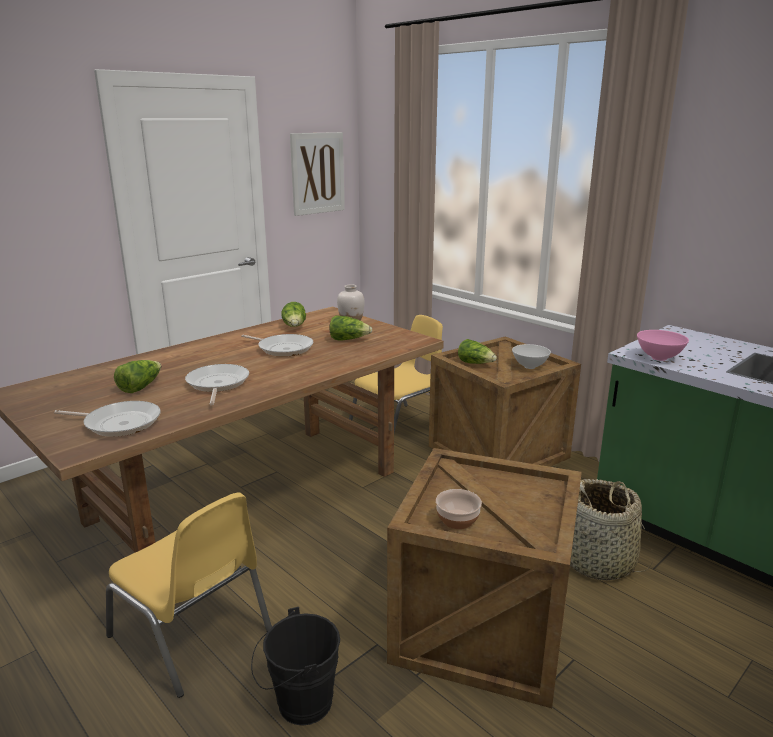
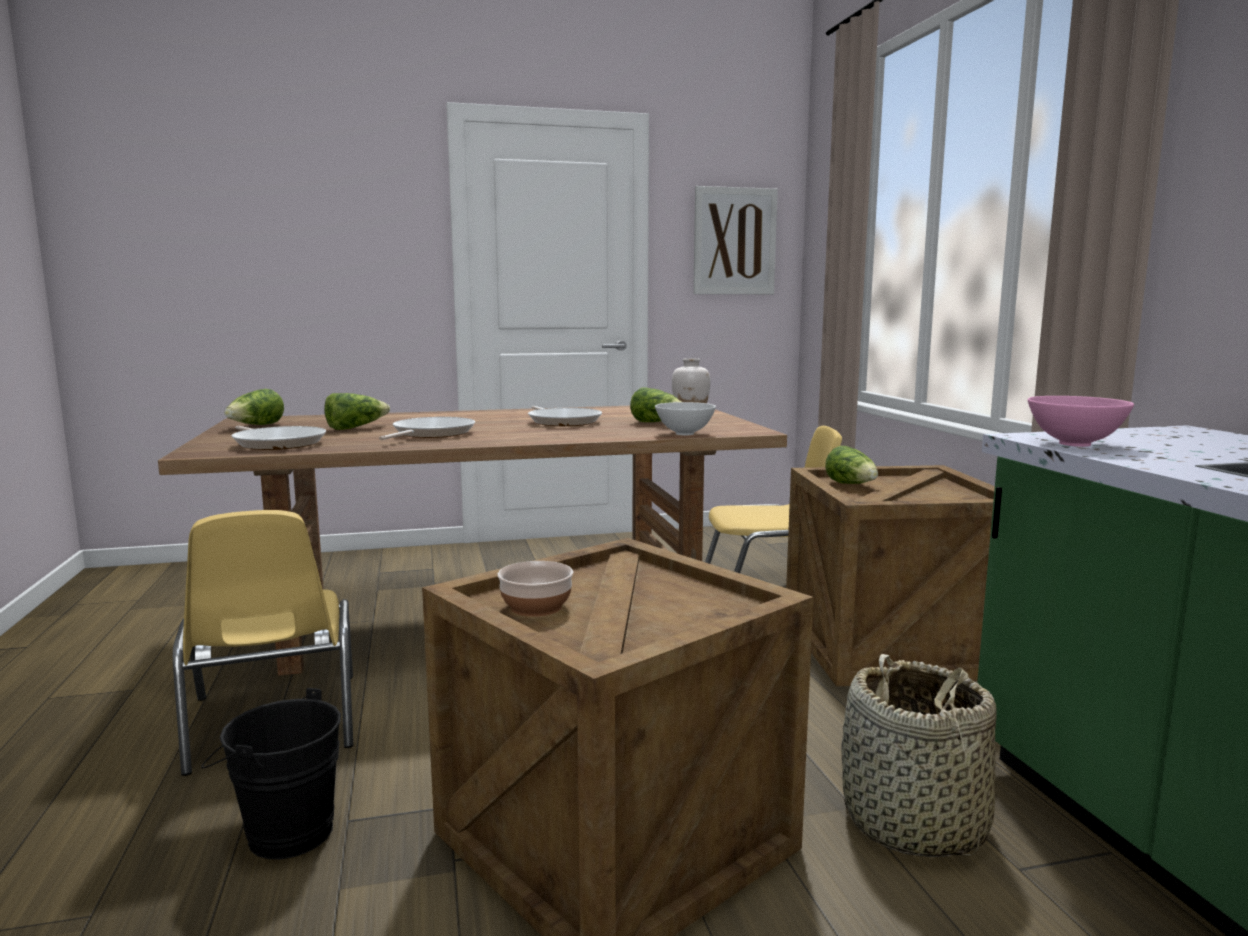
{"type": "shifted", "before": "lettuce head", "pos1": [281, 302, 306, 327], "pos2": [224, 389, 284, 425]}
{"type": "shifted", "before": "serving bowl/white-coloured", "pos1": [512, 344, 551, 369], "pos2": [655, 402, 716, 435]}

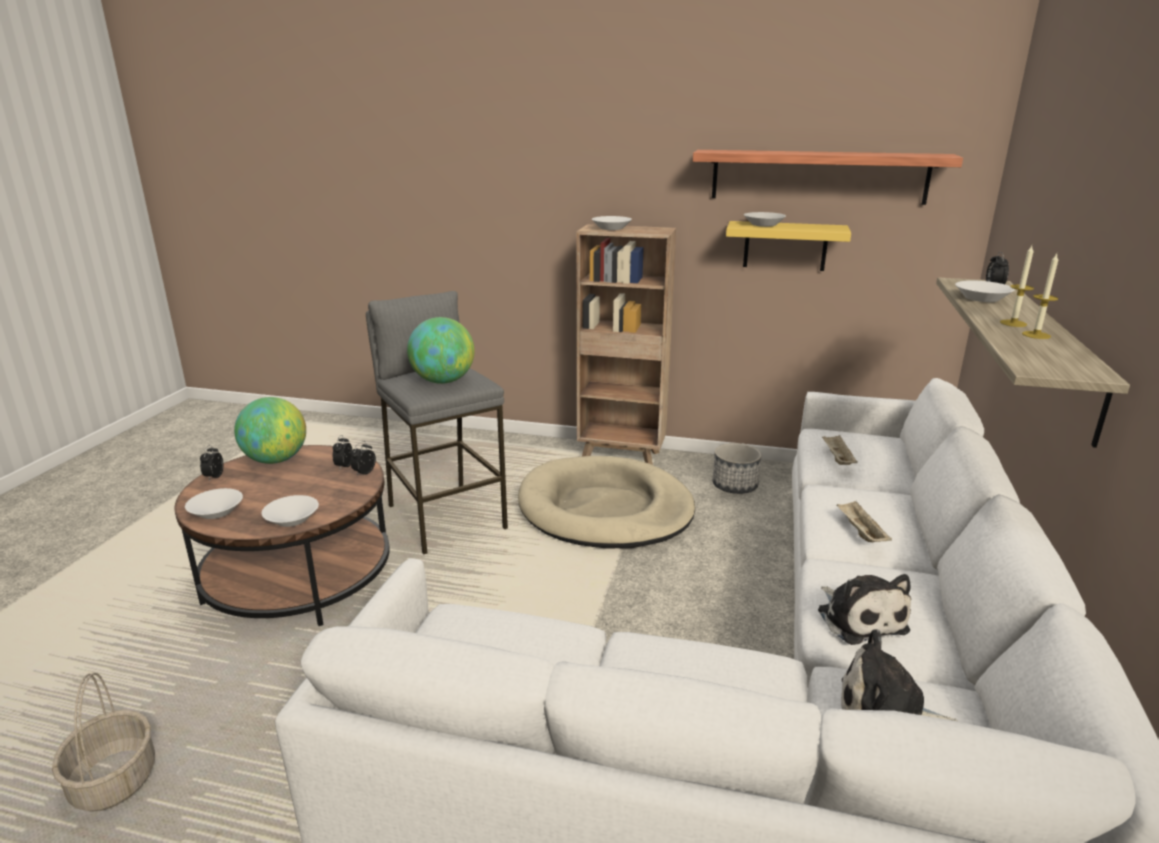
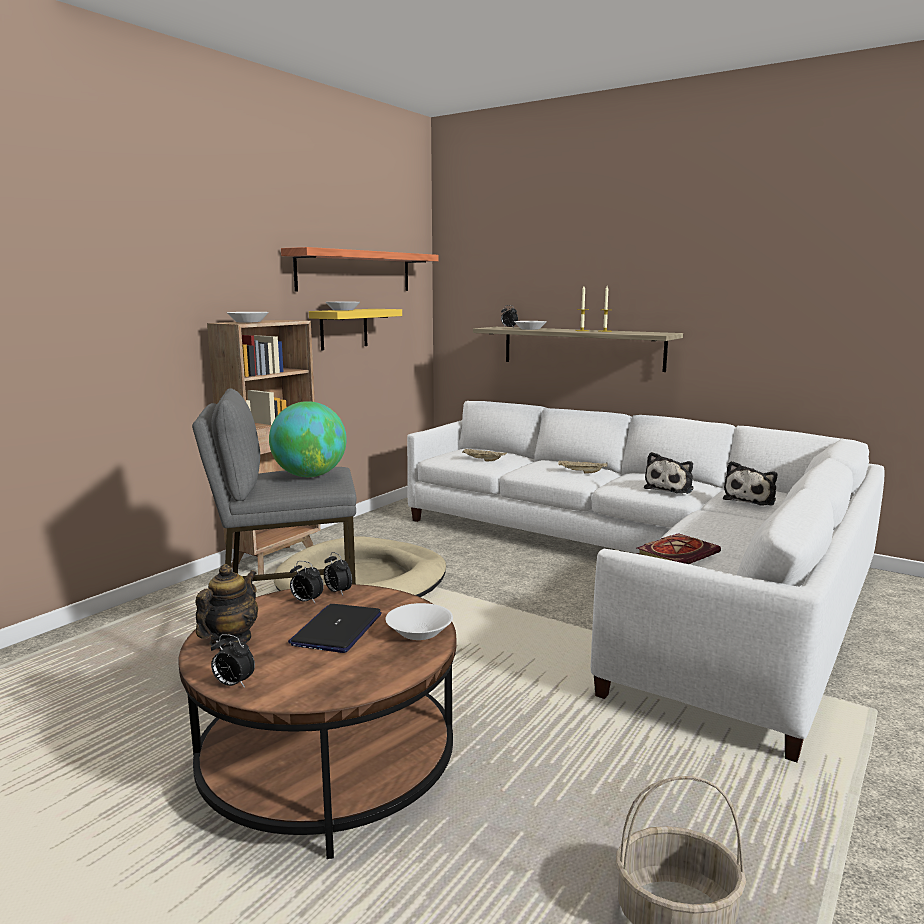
{"type": "gone", "before": "serving bowl/white-coloured", "pos1": [185, 488, 243, 519]}
{"type": "swapped", "before": "globe", "after": "teapot", "pos1": [234, 397, 306, 464], "pos2": [195, 564, 258, 648]}
{"type": "gone", "before": "flower pot", "pos1": [713, 443, 762, 494]}
{"type": "rotated", "before": "plush toy", "pos1": [818, 574, 911, 645], "pos2": [644, 452, 694, 494], "turn": 120}
{"type": "new", "after": "portable computer", "pos2": [288, 604, 382, 653]}
{"type": "new", "after": "volume", "pos2": [637, 533, 721, 564]}

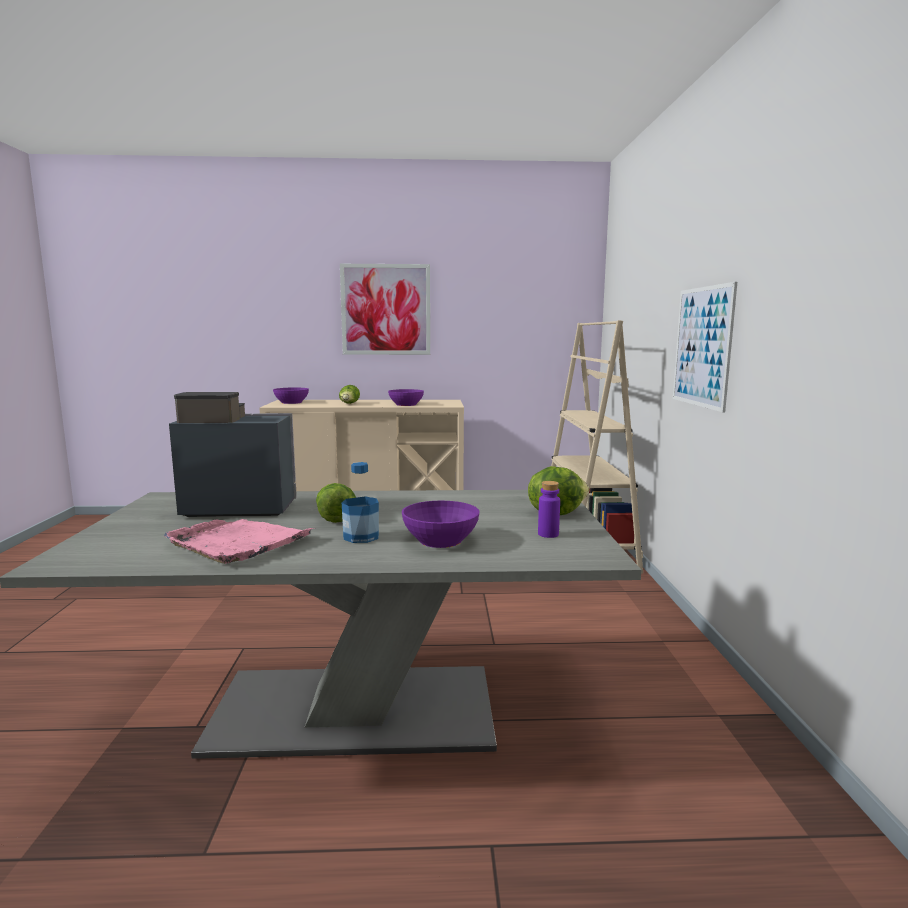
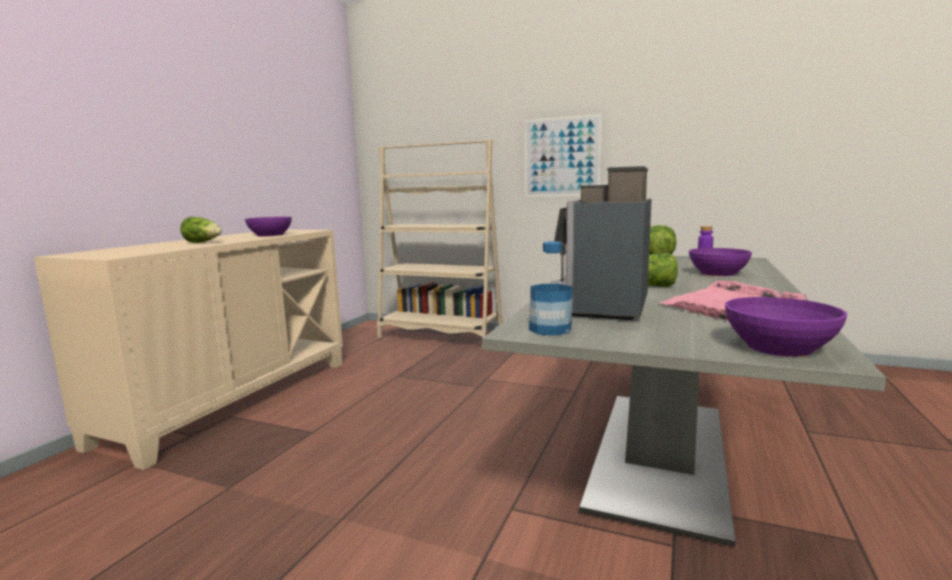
{"type": "shifted", "before": "serving bowl/purplish", "pos1": [273, 388, 309, 404], "pos2": [725, 297, 847, 357]}
{"type": "gone", "before": "picture", "pos1": [340, 264, 430, 355]}
{"type": "shifted", "before": "bottle", "pos1": [342, 462, 379, 543], "pos2": [529, 241, 573, 336]}

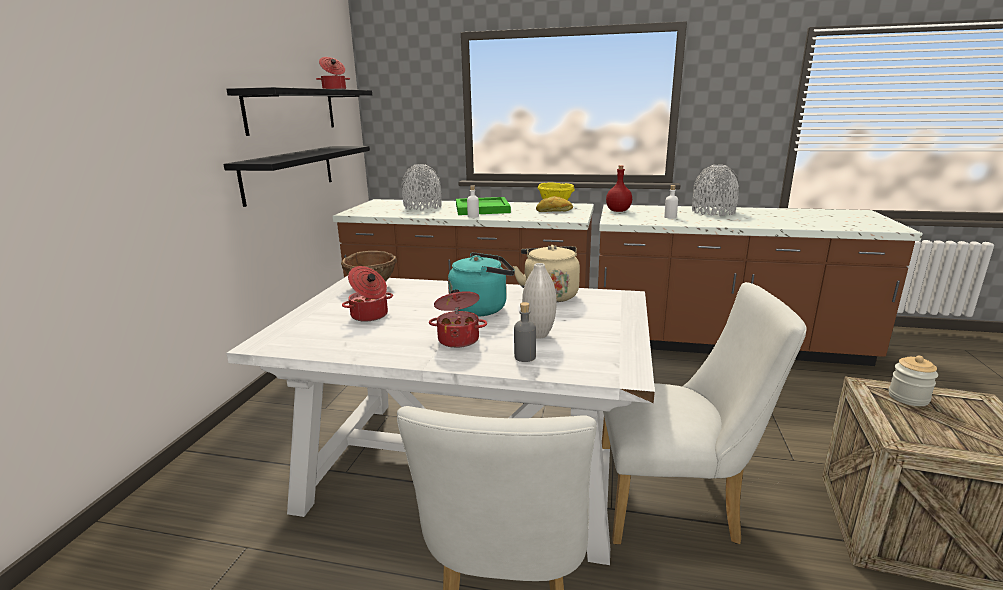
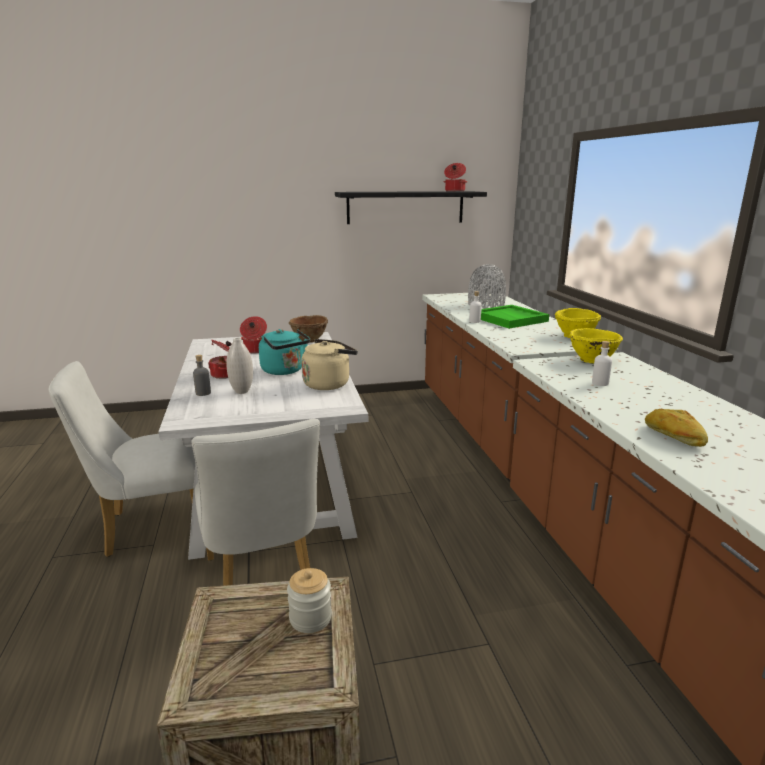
{"type": "gone", "before": "bracket shelf/black", "pos1": [224, 146, 370, 207]}
{"type": "shifted", "before": "bread", "pos1": [536, 196, 573, 212], "pos2": [645, 408, 708, 447]}
{"type": "swapped", "before": "bottle/red-coloured", "after": "serving bowl/yellowish", "pos1": [606, 165, 632, 212], "pos2": [569, 328, 623, 363]}
{"type": "gone", "before": "vase/greyish", "pos1": [692, 165, 740, 216]}

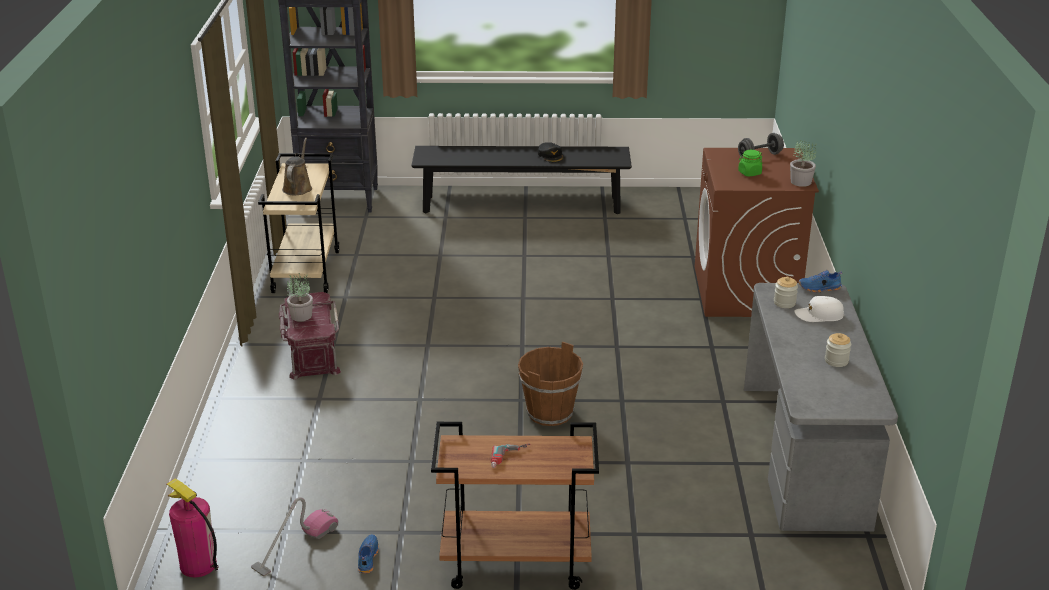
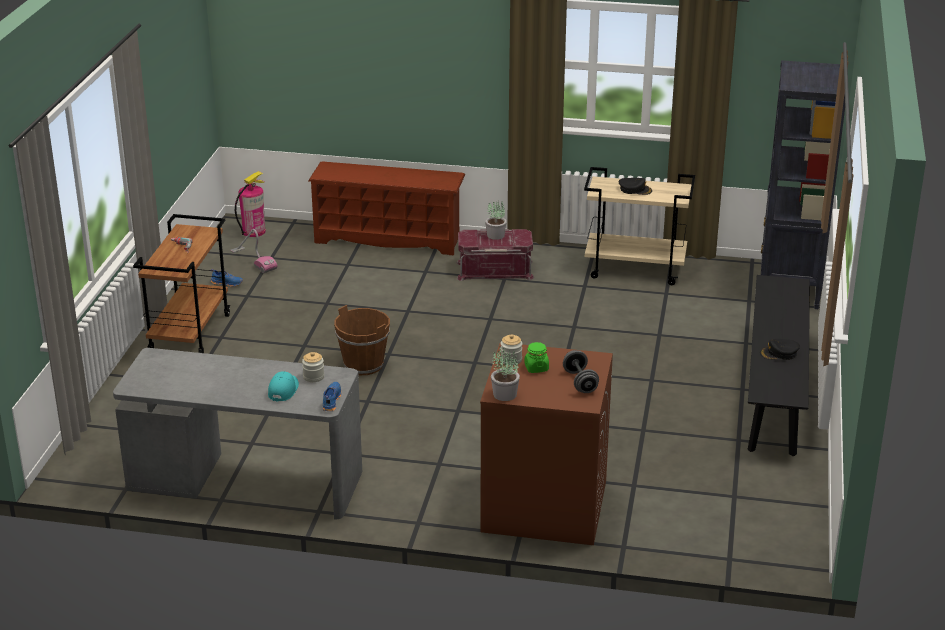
{"type": "swapped", "before": "watering can/brown", "after": "peaked cap/black", "pos1": [282, 138, 312, 195], "pos2": [619, 178, 652, 195]}
{"type": "repainted", "before": "peaked cap/white-coloured", "after": "peaked cap/turquoise-coloured", "pos1": [794, 296, 844, 322], "pos2": [268, 372, 299, 402]}
{"type": "shifted", "before": "preserve jar", "pos1": [825, 333, 851, 367], "pos2": [501, 334, 522, 365]}
{"type": "new", "after": "shoe rack/brown", "pos2": [308, 161, 465, 256]}

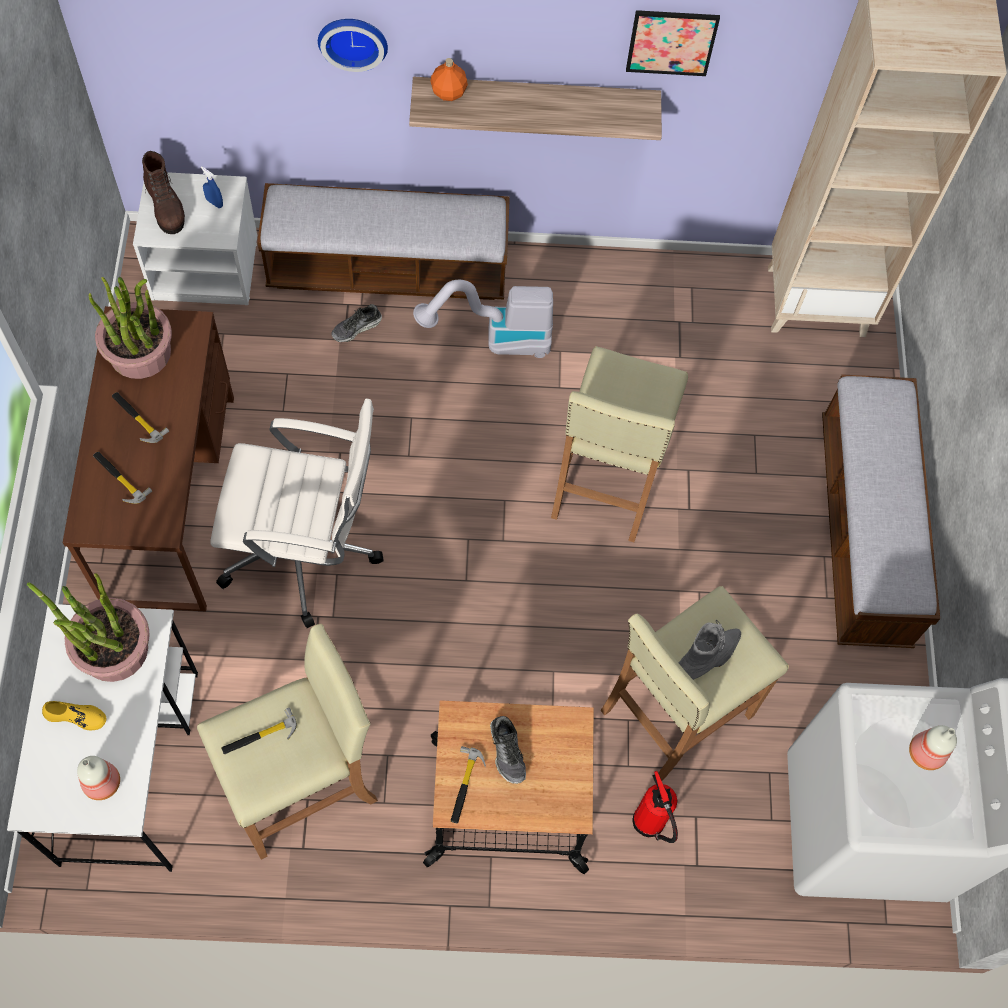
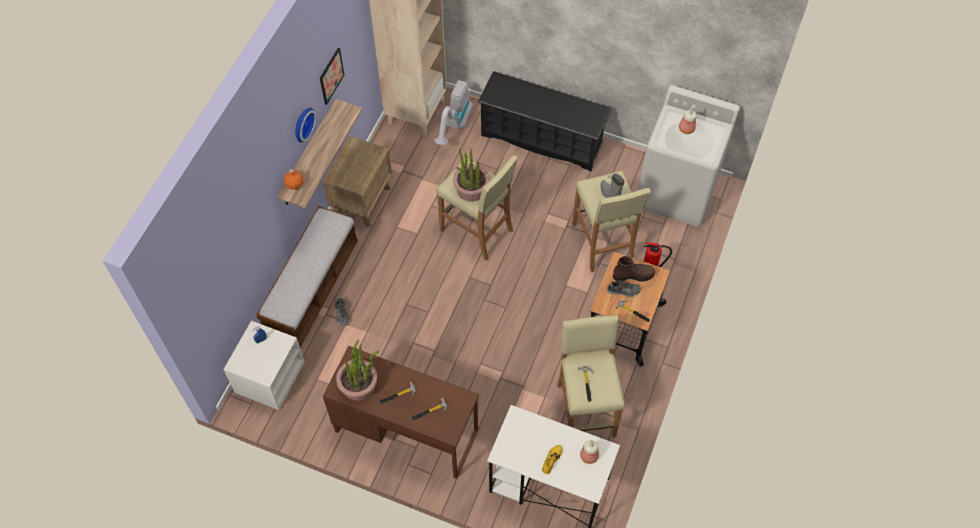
{"type": "shifted", "before": "potted plant", "pos1": [27, 573, 149, 682], "pos2": [453, 147, 490, 202]}
{"type": "shifted", "before": "high-top boot/brown", "pos1": [142, 151, 185, 234], "pos2": [613, 256, 655, 282]}
{"type": "gone", "before": "desk chair/white-coloured", "pos1": [210, 399, 384, 628]}
{"type": "shifted", "before": "clock on the wall", "pos1": [318, 19, 388, 72], "pos2": [295, 108, 316, 143]}
{"type": "shifted", "before": "vacuum cleaner", "pos1": [413, 280, 553, 358], "pos2": [434, 80, 473, 145]}
{"type": "swapped", "before": "bench", "after": "shoe rack/black", "pos1": [822, 374, 940, 648], "pos2": [478, 71, 612, 171]}
{"type": "new", "after": "bedside table/brown", "pos2": [323, 136, 392, 228]}

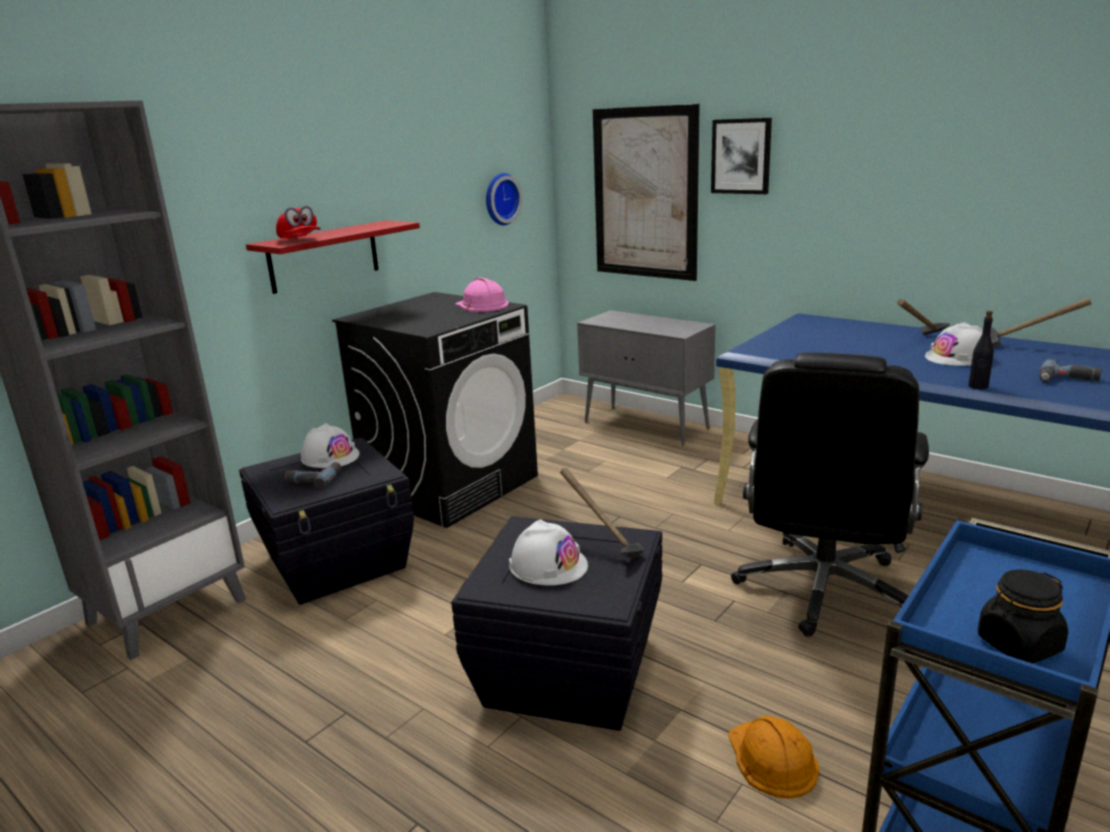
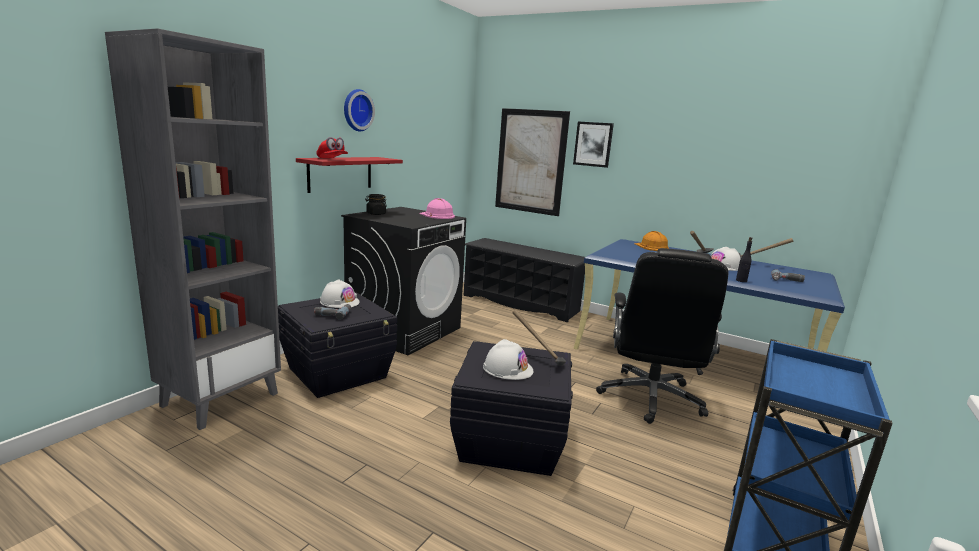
{"type": "shifted", "before": "clock on the wall", "pos1": [486, 173, 522, 225], "pos2": [344, 89, 375, 131]}
{"type": "swapped", "before": "cupboard/greyish", "after": "shoe rack/black", "pos1": [577, 310, 716, 446], "pos2": [464, 238, 585, 322]}
{"type": "shifted", "before": "hard hat/orange-coloured", "pos1": [728, 716, 819, 799], "pos2": [635, 231, 669, 251]}
{"type": "shifted", "before": "preserve jar/black", "pos1": [978, 569, 1068, 664], "pos2": [365, 194, 387, 215]}

